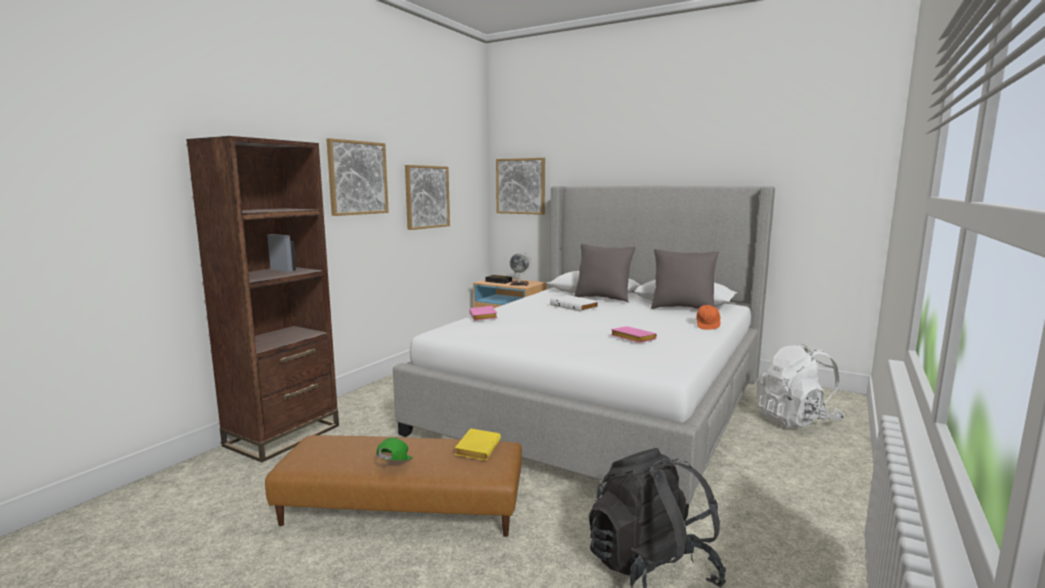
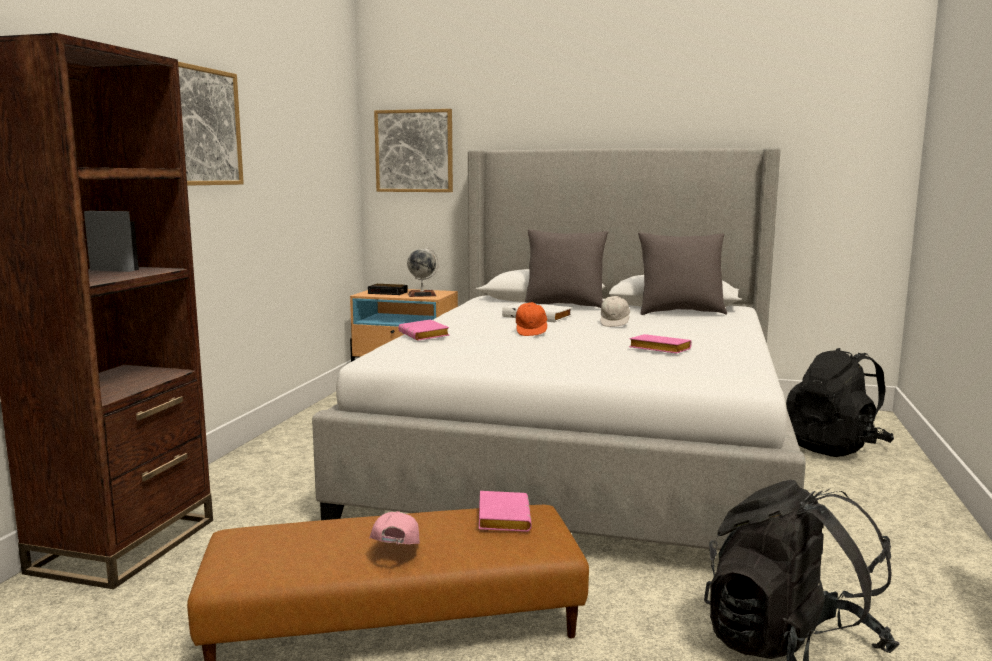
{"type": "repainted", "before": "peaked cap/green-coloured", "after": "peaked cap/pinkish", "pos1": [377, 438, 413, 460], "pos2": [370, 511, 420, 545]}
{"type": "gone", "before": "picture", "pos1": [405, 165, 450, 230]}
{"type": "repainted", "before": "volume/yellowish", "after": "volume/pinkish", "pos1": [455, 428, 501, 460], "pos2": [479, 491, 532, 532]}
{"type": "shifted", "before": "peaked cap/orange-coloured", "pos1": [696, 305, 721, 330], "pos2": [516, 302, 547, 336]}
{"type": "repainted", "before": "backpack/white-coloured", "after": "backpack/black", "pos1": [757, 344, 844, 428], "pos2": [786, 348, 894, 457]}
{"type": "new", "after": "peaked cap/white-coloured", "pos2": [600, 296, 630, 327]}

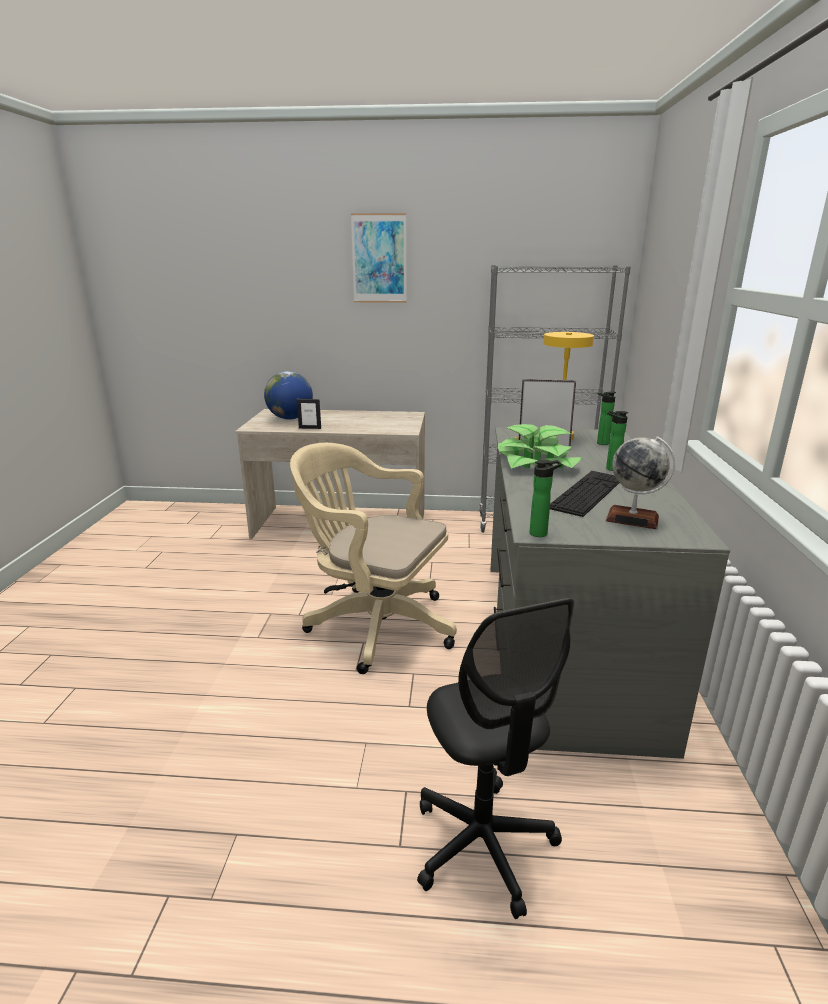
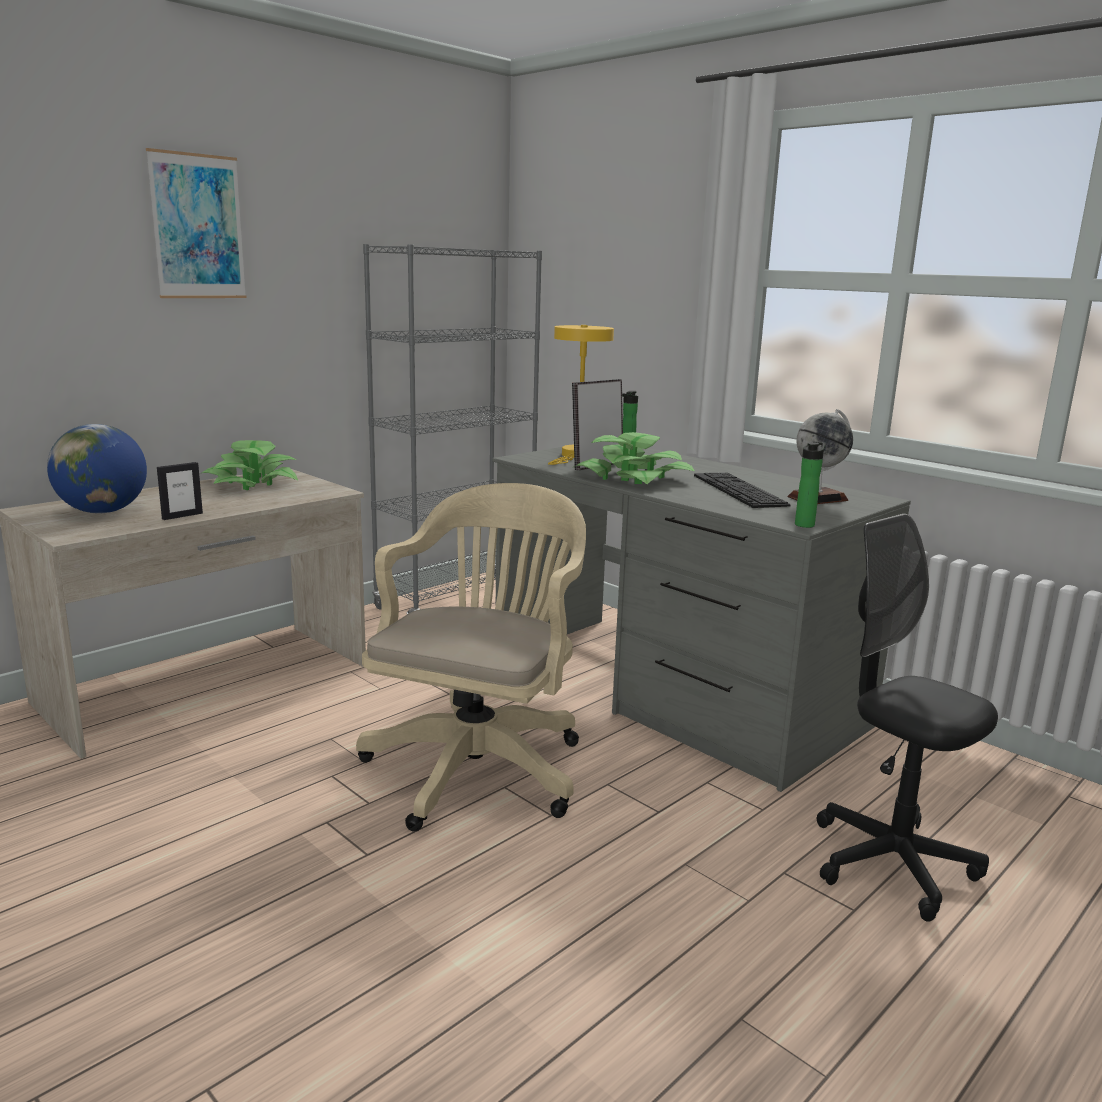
{"type": "rotated", "before": "desk chair/sand-coloured", "pos1": [290, 443, 457, 674], "pos2": [356, 483, 586, 832], "turn": 135}
{"type": "rotated", "before": "desk chair/black", "pos1": [417, 598, 574, 919], "pos2": [817, 514, 998, 921], "turn": -150}
{"type": "gone", "before": "bottle", "pos1": [606, 411, 629, 471]}
{"type": "new", "after": "potted plant", "pos2": [200, 440, 298, 490]}

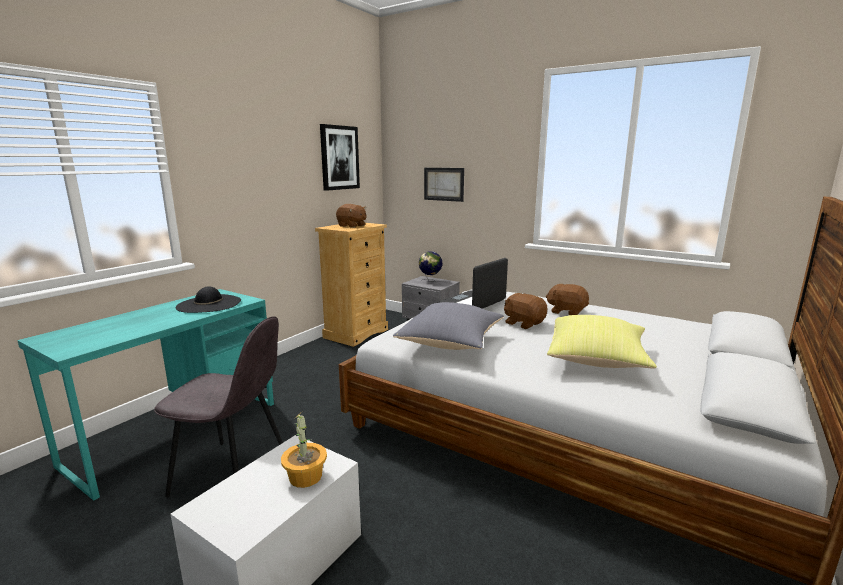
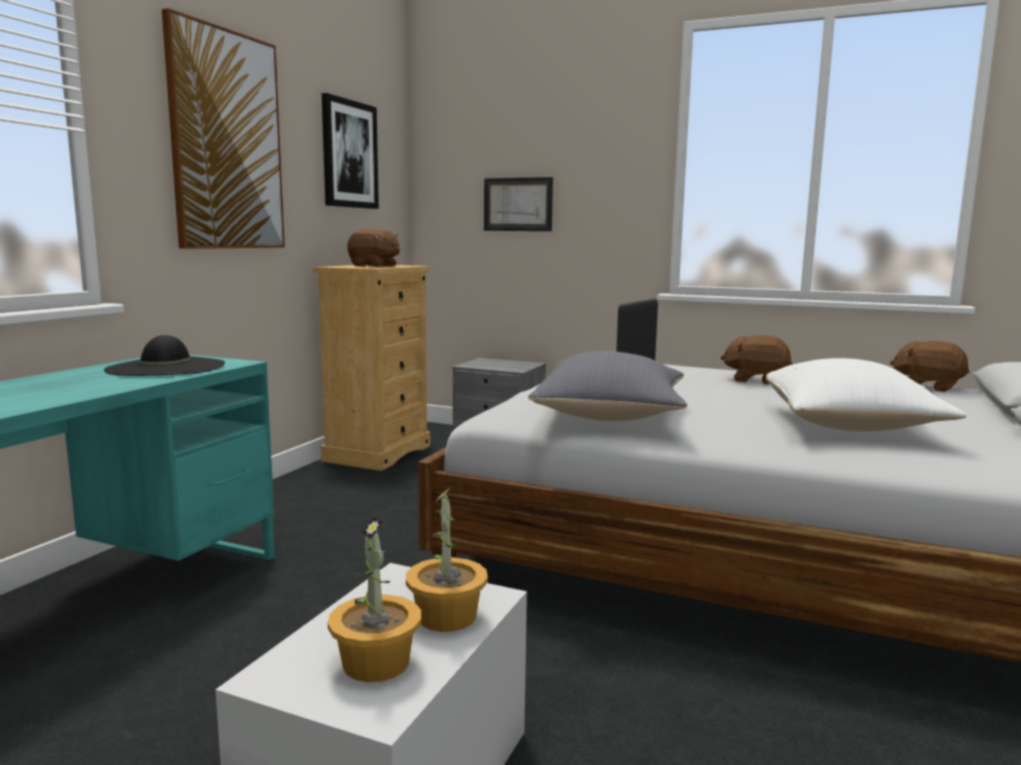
{"type": "gone", "before": "upright chair/greyish", "pos1": [154, 316, 283, 497]}
{"type": "gone", "before": "globe", "pos1": [419, 251, 443, 282]}
{"type": "shifted", "before": "plush toy/brown", "pos1": [504, 293, 548, 329], "pos2": [890, 341, 969, 392]}
{"type": "repainted", "before": "cushion/yellowish", "after": "cushion/white-coloured", "pos1": [547, 315, 657, 369], "pos2": [766, 358, 967, 432]}
{"type": "new", "after": "picture", "pos2": [162, 8, 285, 249]}
{"type": "new", "after": "potted plant", "pos2": [328, 517, 421, 682]}

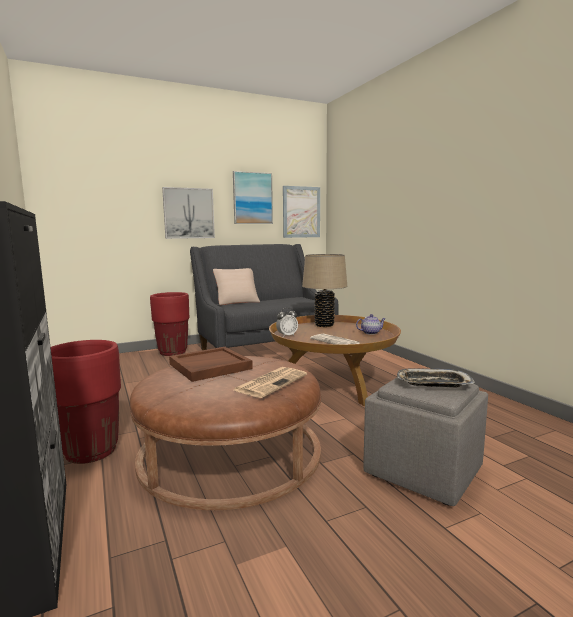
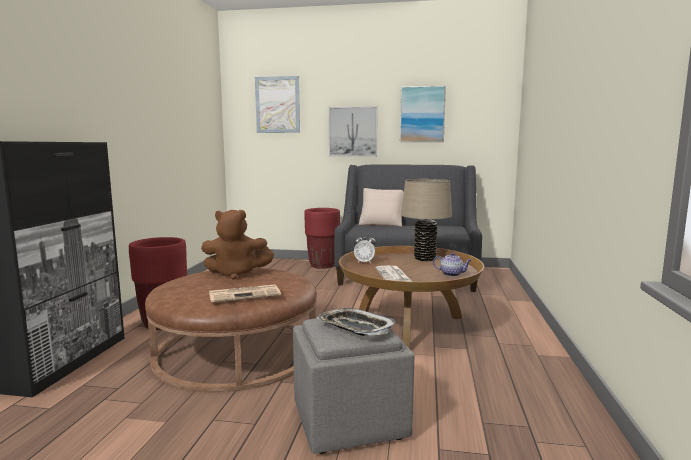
{"type": "swapped", "before": "tray/brown", "after": "plush toy/brown", "pos1": [169, 347, 253, 382], "pos2": [201, 210, 275, 280]}
{"type": "shifted", "before": "picture", "pos1": [283, 186, 320, 238], "pos2": [255, 76, 300, 133]}

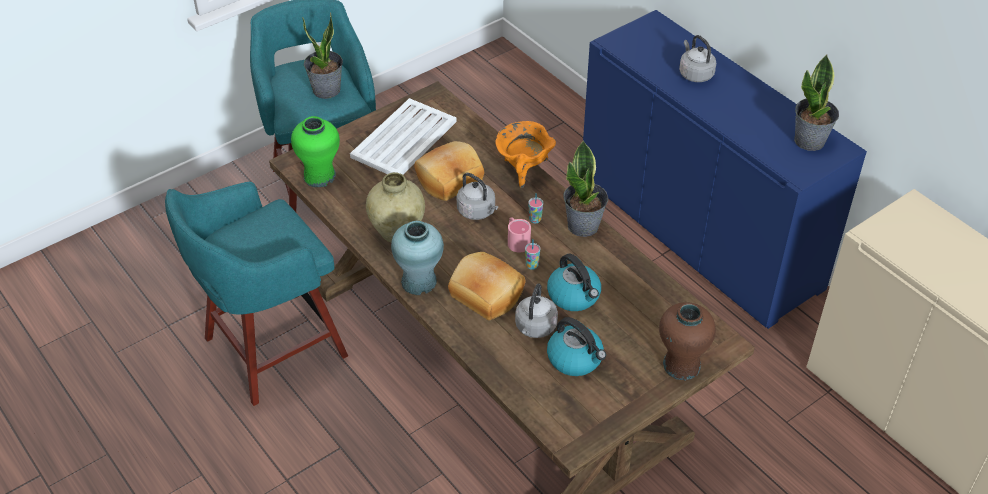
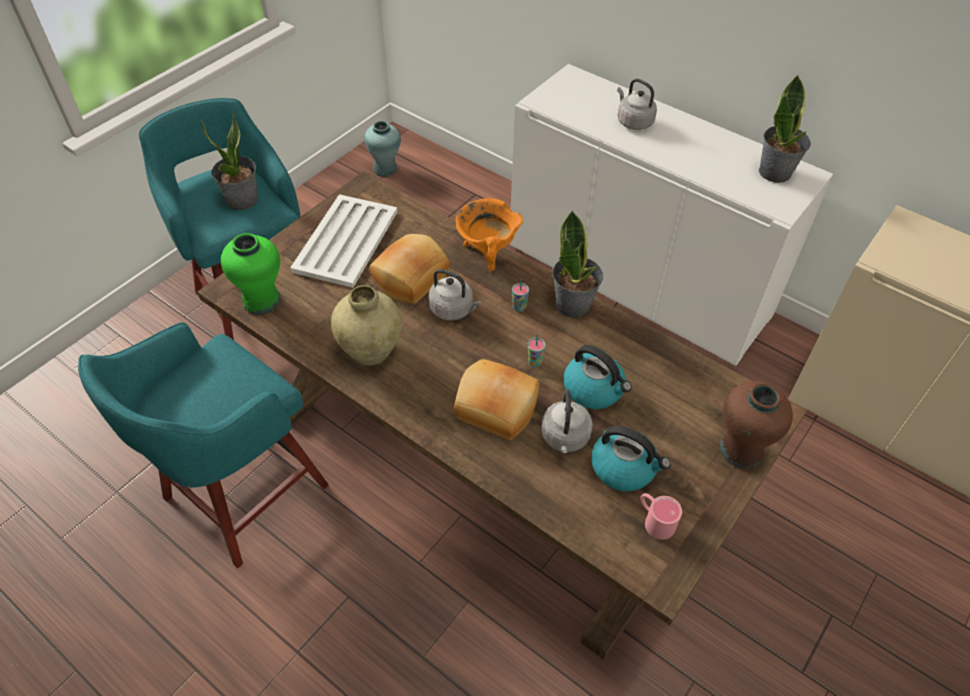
{"type": "shifted", "before": "vase/turquoise-coloured", "pos1": [391, 221, 444, 295], "pos2": [364, 121, 401, 177]}
{"type": "shifted", "before": "coffee mug/pinkish", "pos1": [508, 217, 531, 253], "pos2": [641, 493, 682, 540]}
{"type": "repainted", "before": "cupboard/blue-coloured", "after": "cupboard/white-coloured", "pos1": [583, 10, 867, 329], "pos2": [509, 64, 833, 366]}

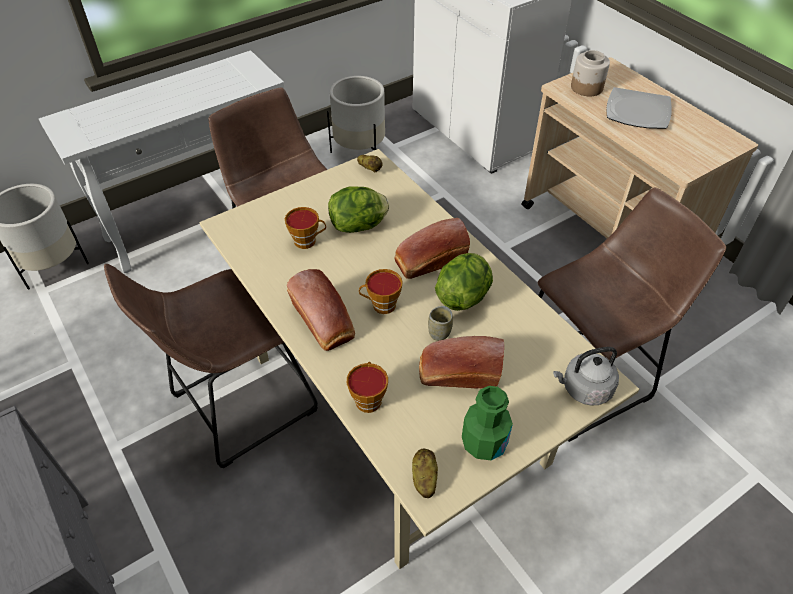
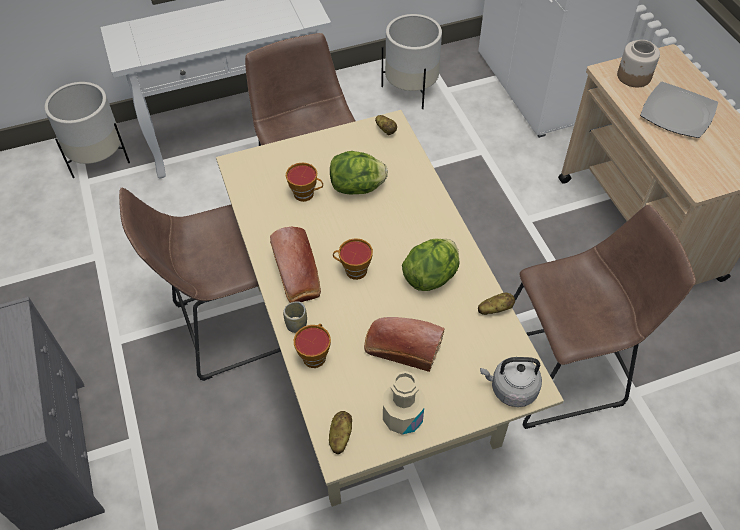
{"type": "gone", "before": "bread", "pos1": [394, 218, 470, 279]}
{"type": "shifted", "before": "cup", "pos1": [428, 306, 453, 341], "pos2": [283, 301, 307, 333]}
{"type": "repainted", "before": "bottle/green-coloured", "after": "bottle/sand-coloured", "pos1": [462, 386, 513, 460], "pos2": [383, 371, 425, 434]}
{"type": "new", "after": "potato", "pos2": [478, 293, 515, 315]}

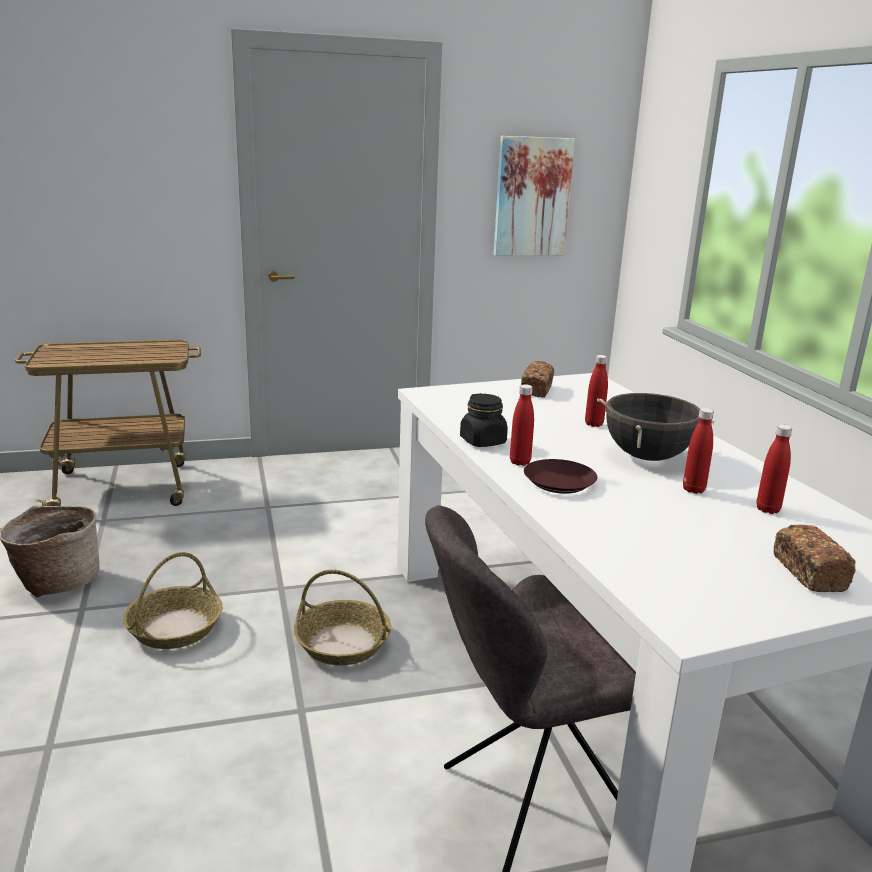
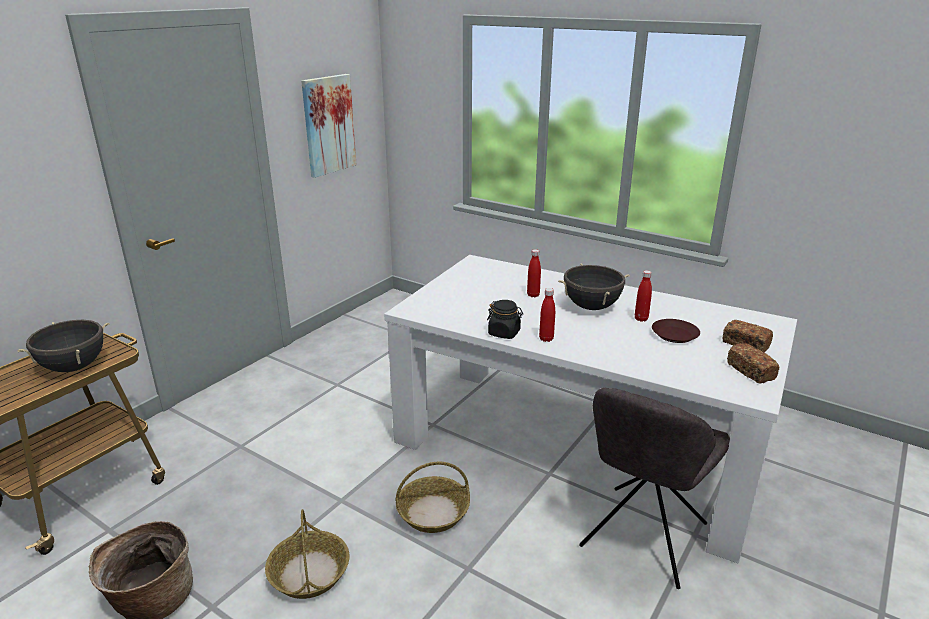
{"type": "shifted", "before": "bread", "pos1": [521, 361, 554, 398], "pos2": [727, 343, 779, 384]}
{"type": "shifted", "before": "flat dish/brown", "pos1": [524, 459, 597, 493], "pos2": [652, 319, 700, 343]}
{"type": "gone", "before": "bottle/red-coloured", "pos1": [756, 424, 792, 514]}
{"type": "new", "after": "saucepot/black", "pos2": [17, 320, 110, 372]}

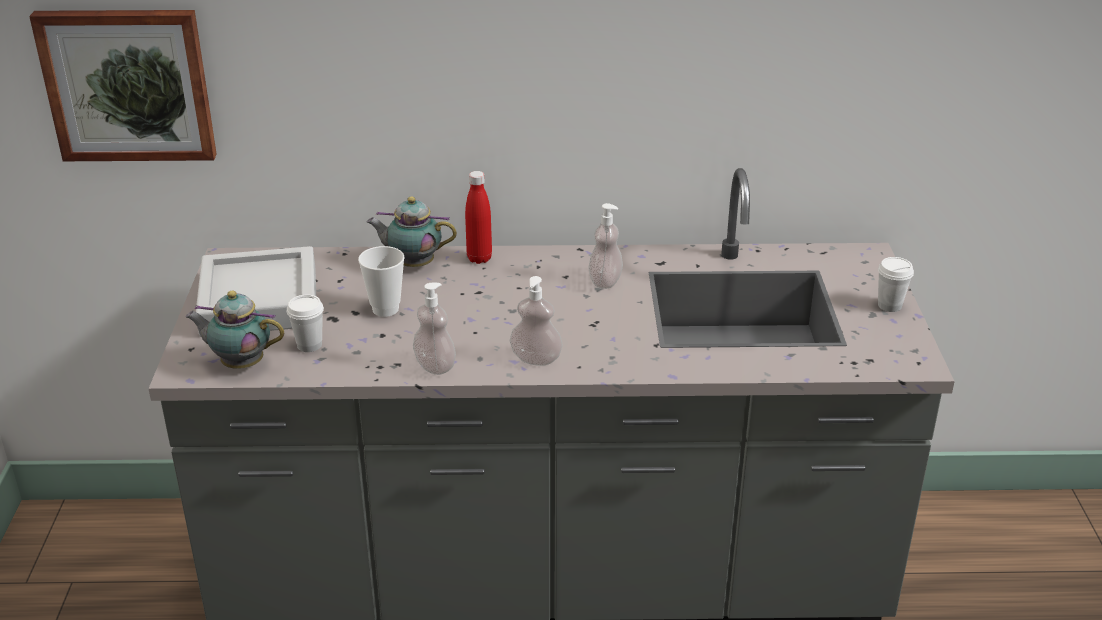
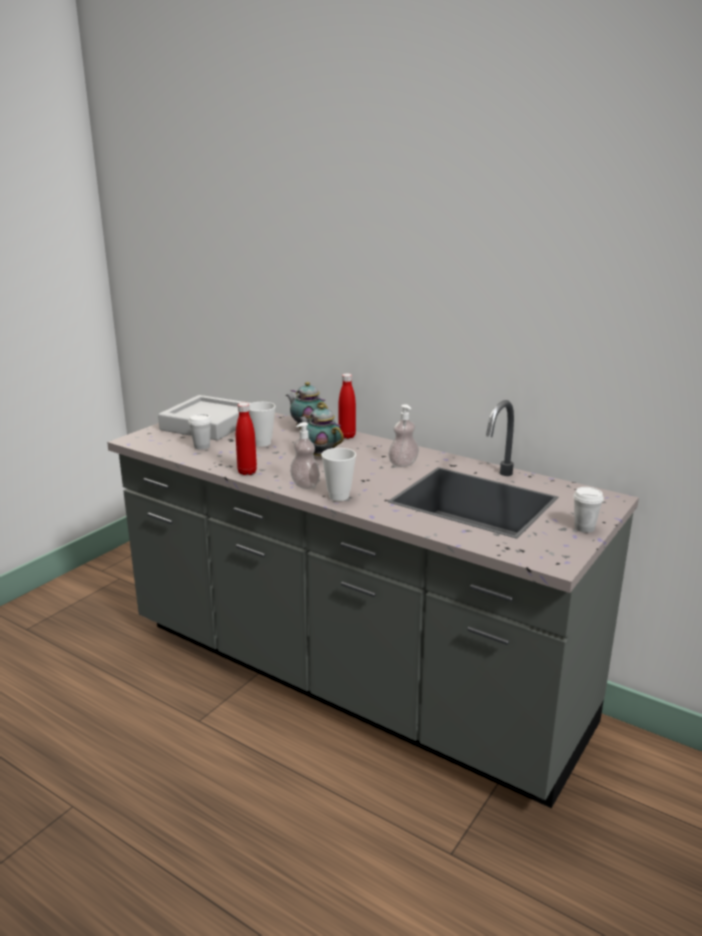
{"type": "gone", "before": "picture", "pos1": [29, 10, 217, 161]}
{"type": "shifted", "before": "teapot", "pos1": [185, 291, 284, 369], "pos2": [299, 405, 344, 456]}
{"type": "swapped", "before": "liquid soap bottle", "after": "bottle/red-coloured", "pos1": [413, 283, 456, 375], "pos2": [236, 403, 257, 475]}
{"type": "new", "after": "cup", "pos2": [321, 448, 356, 501]}

